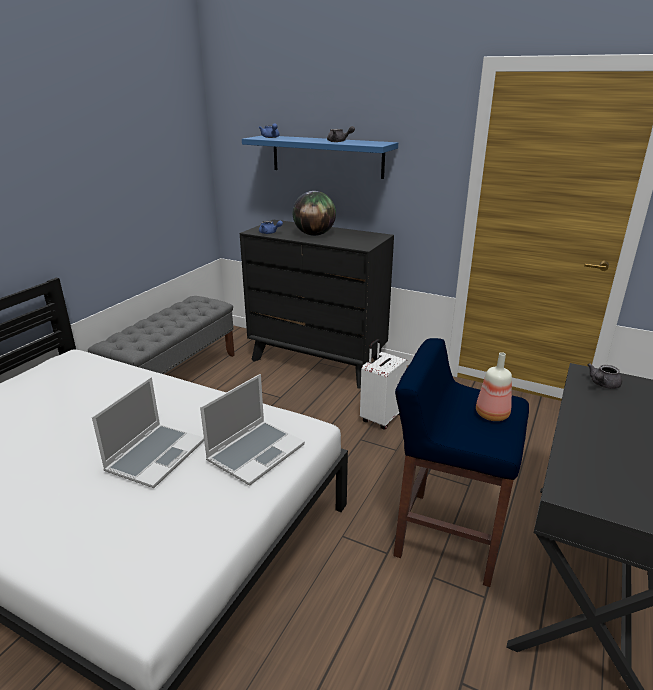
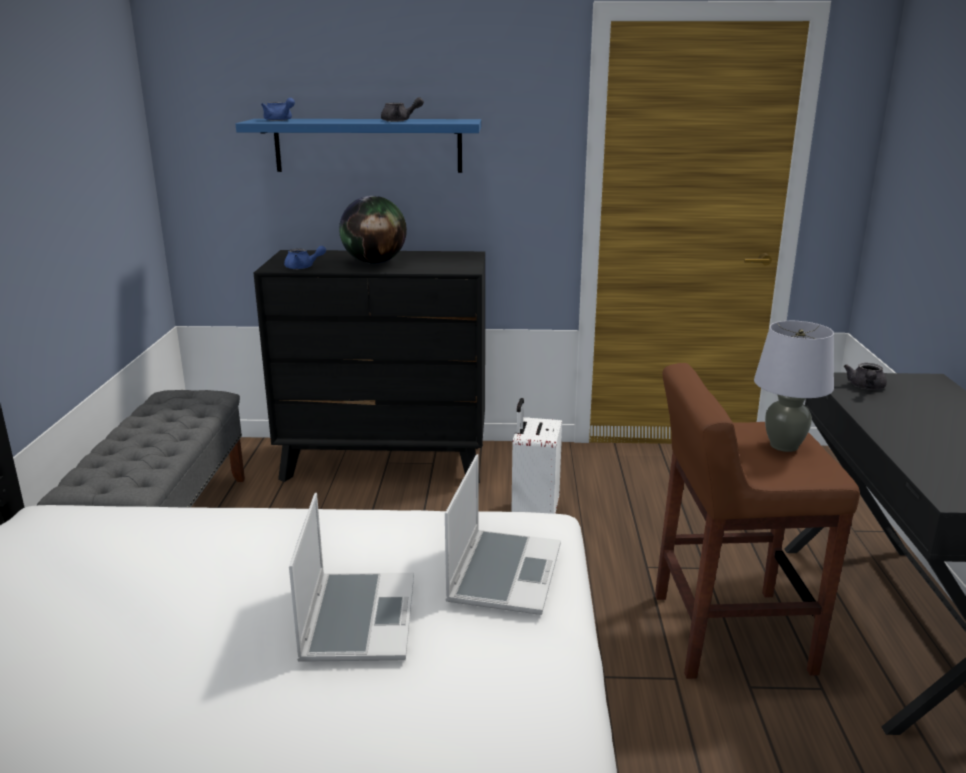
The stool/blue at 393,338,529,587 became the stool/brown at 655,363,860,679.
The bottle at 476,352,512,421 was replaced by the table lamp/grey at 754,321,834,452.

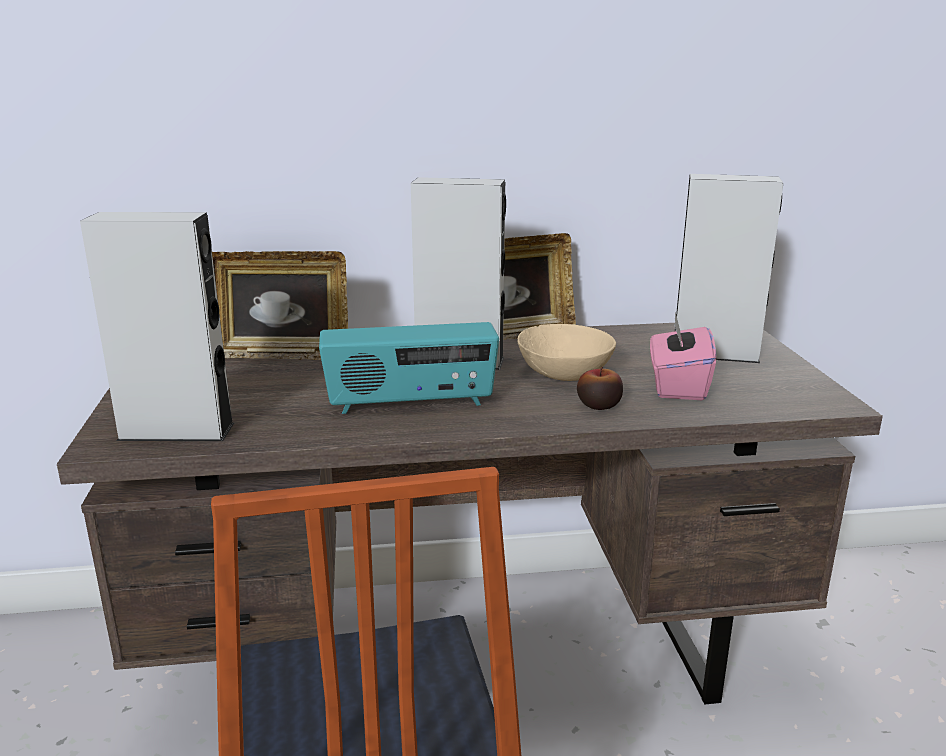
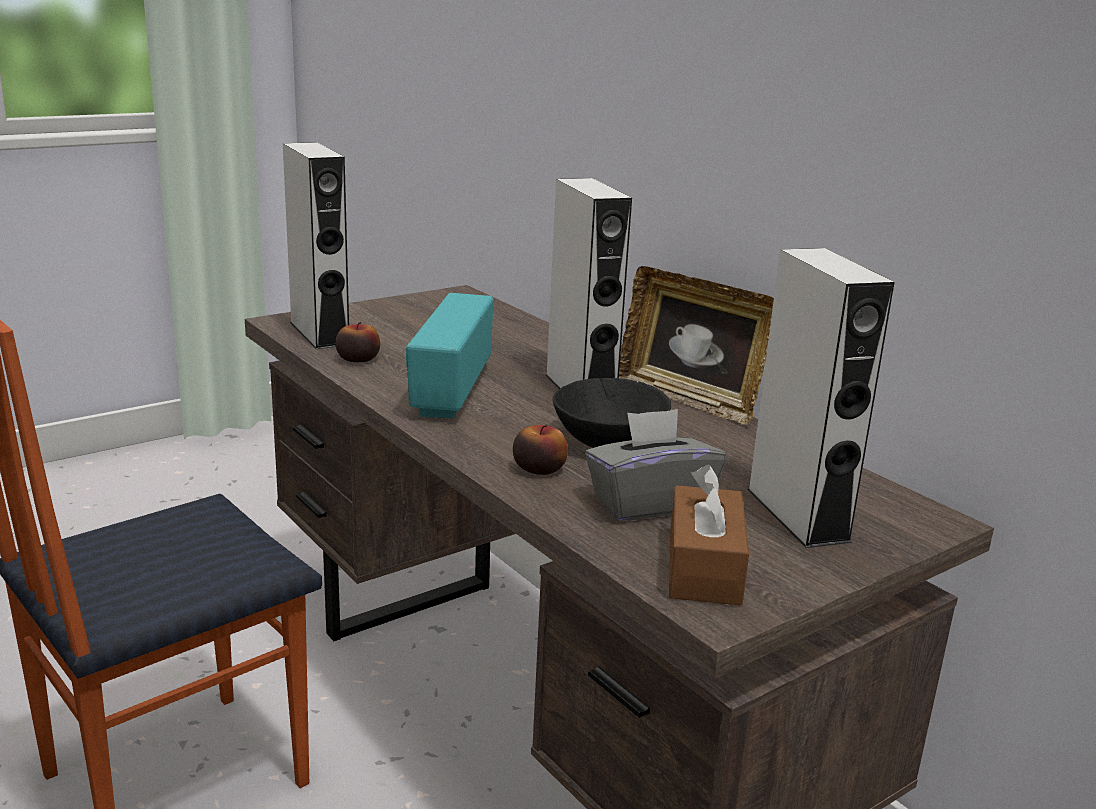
The picture frame at 212,251,348,360 disappeared.
The radio at 319,322,499,414 turned 45 degrees clockwise.
The bowl/beige at 518,324,616,381 became the bowl/black at 553,378,671,448.
The tissue box/pink at 650,312,716,400 became the tissue box/grey at 585,409,726,521.
The apple at 336,322,380,362 appeared.
The tissue box/brown at 669,464,749,605 appeared.

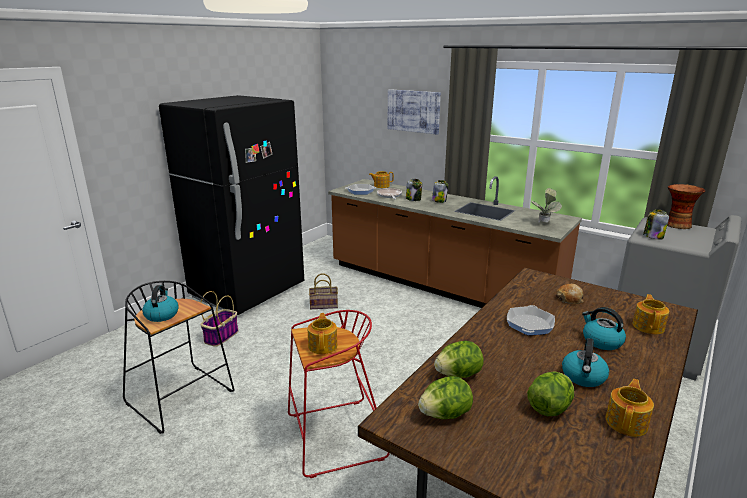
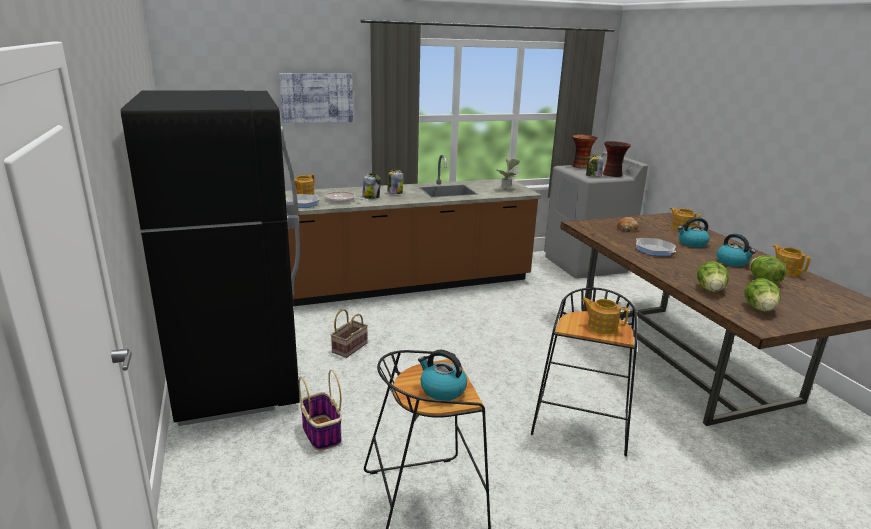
The stool/red at 288,310,390,478 became the stool/black at 531,288,637,457.
The vase at 603,141,631,177 appeared.

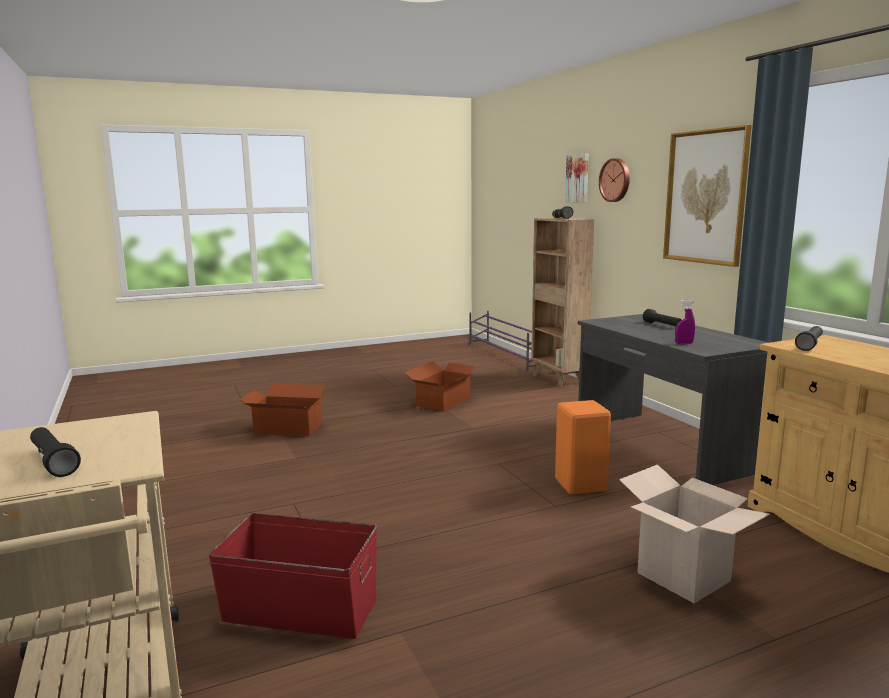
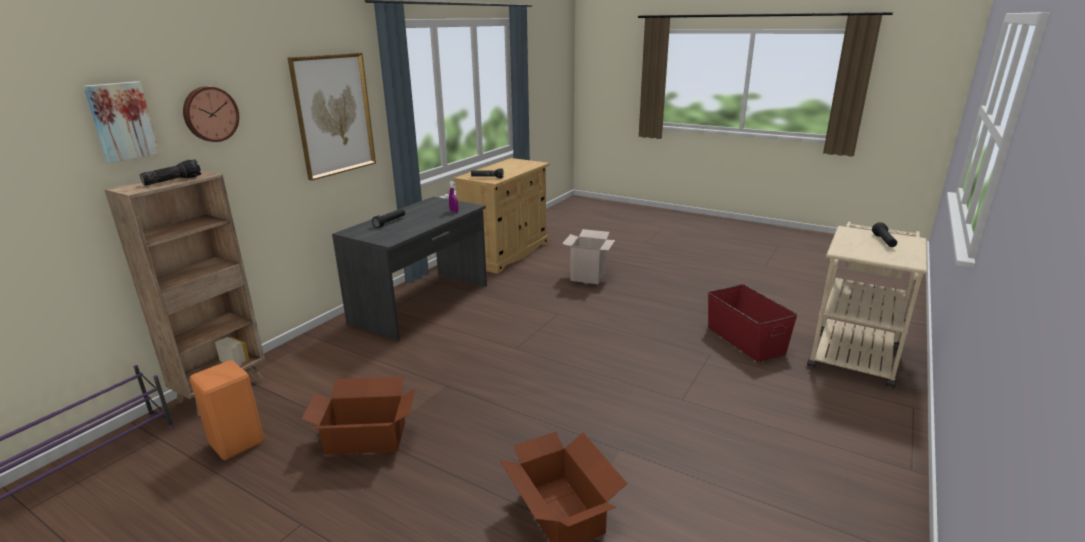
The stool/orange moved from 555,400,611,494 to 190,360,264,460.

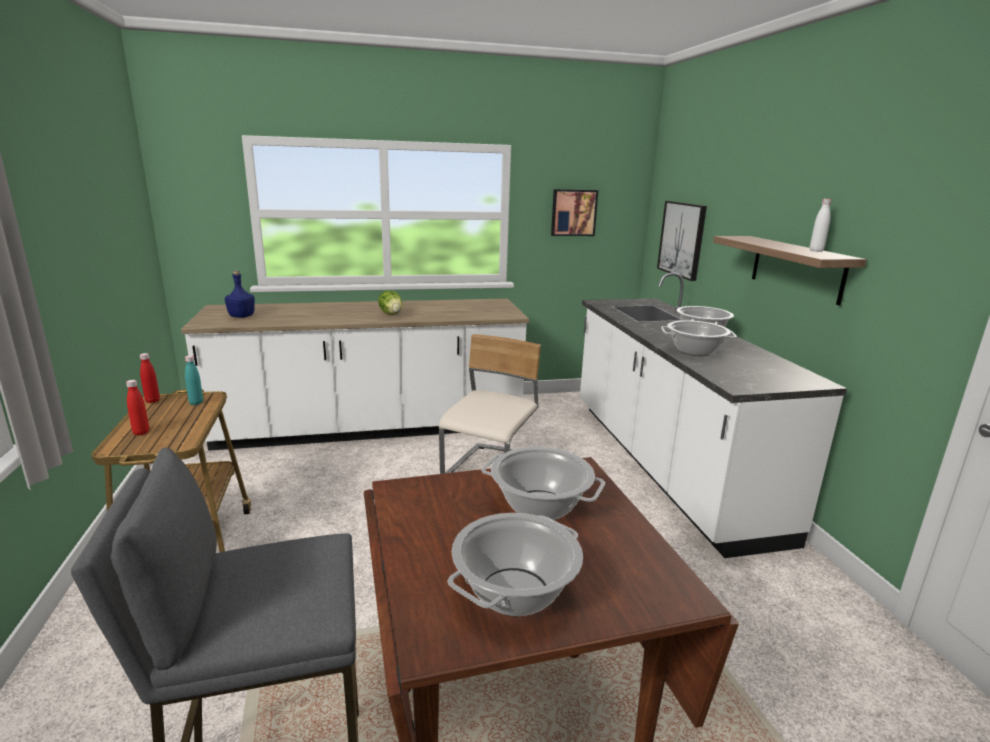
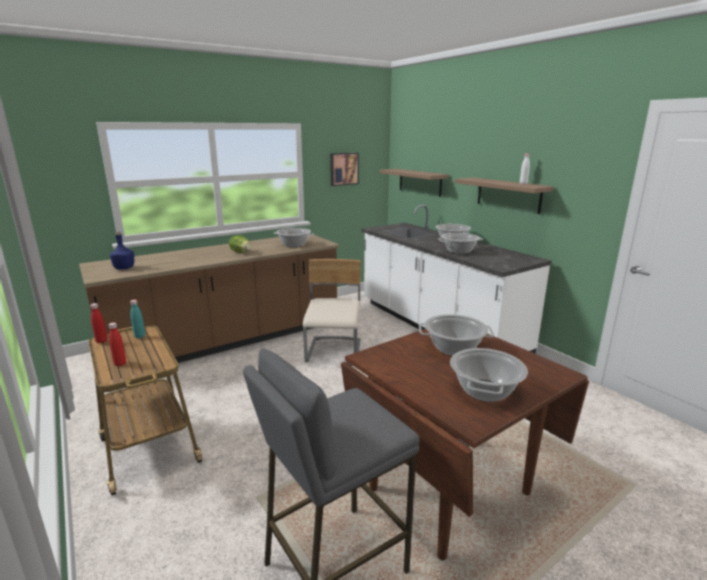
The counter/white at 181,298,529,451 became the counter/brown at 79,234,339,378.
The picture at 657,201,707,281 was replaced by the shelf at 379,169,448,197.
The cooking pot at 274,228,314,247 appeared.

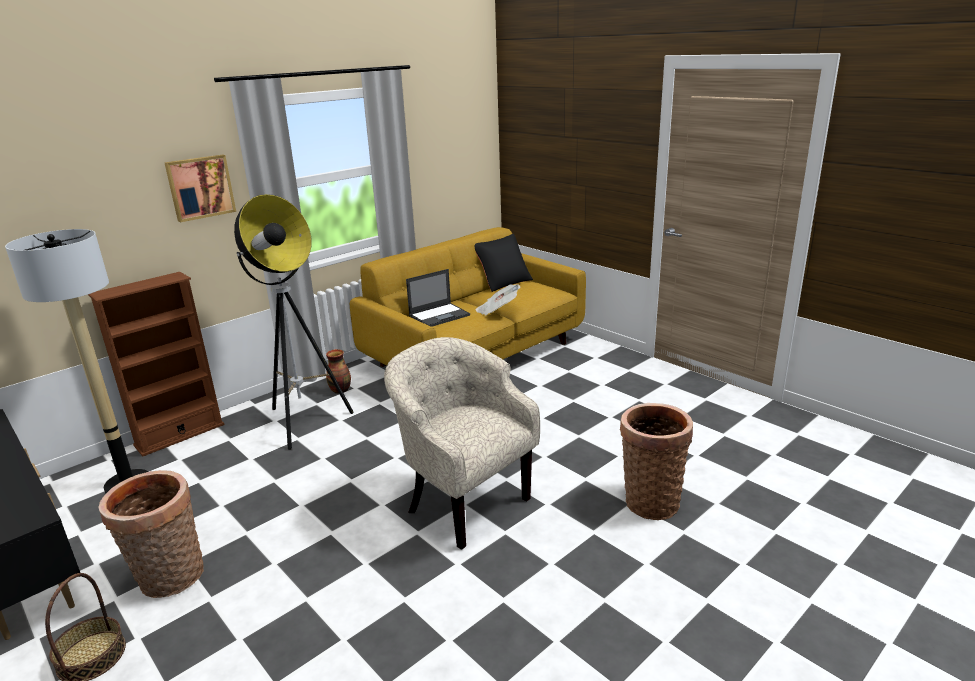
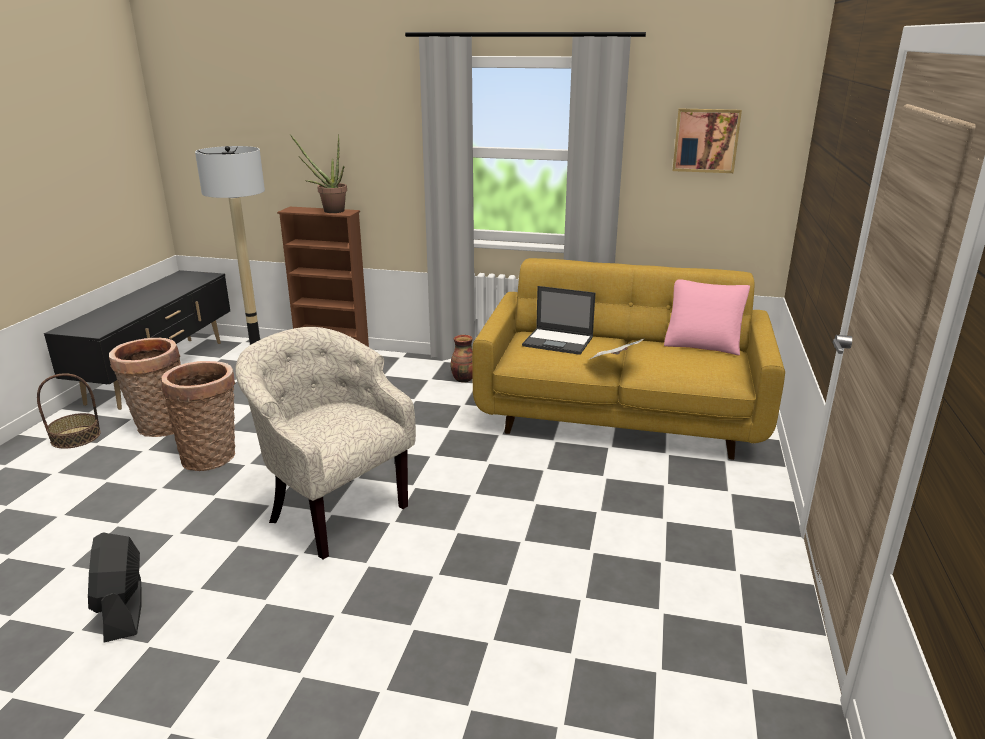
The picture moved from 164,154,236,222 to 673,108,742,173.
The floor lamp at 234,194,354,450 disappeared.
The armchair/beige at 384,337,540,550 turned 60 degrees counterclockwise.
The pillow/black at 475,234,533,292 became the pillow/pink at 664,279,750,355.
The basket moved from 620,403,693,520 to 161,361,235,471.
The fan/black at 88,532,141,643 appeared.
The potted plant at 290,134,347,213 appeared.

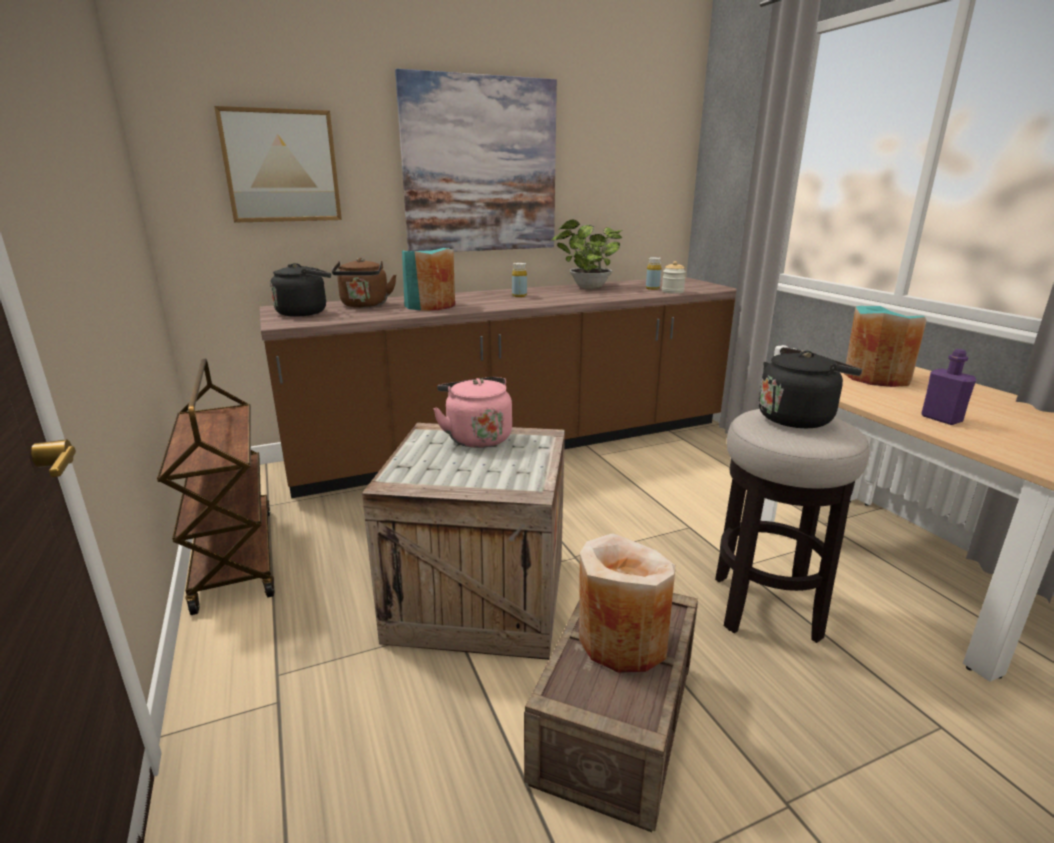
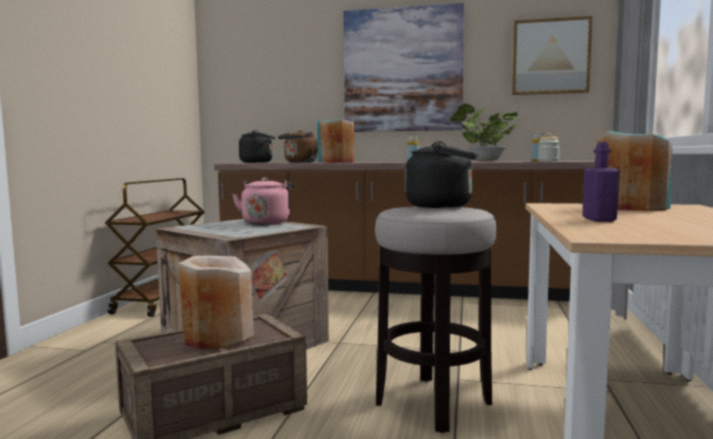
The picture moved from 214,106,342,223 to 512,16,592,95.

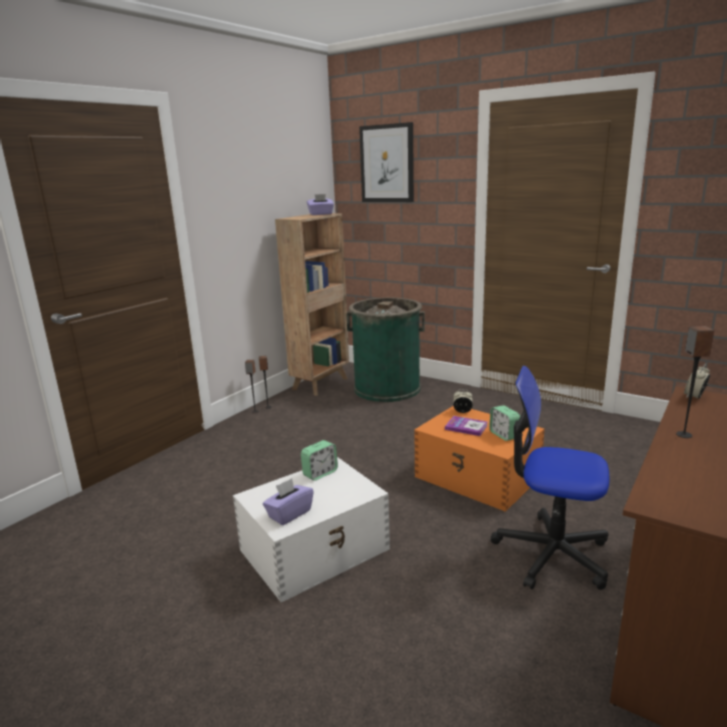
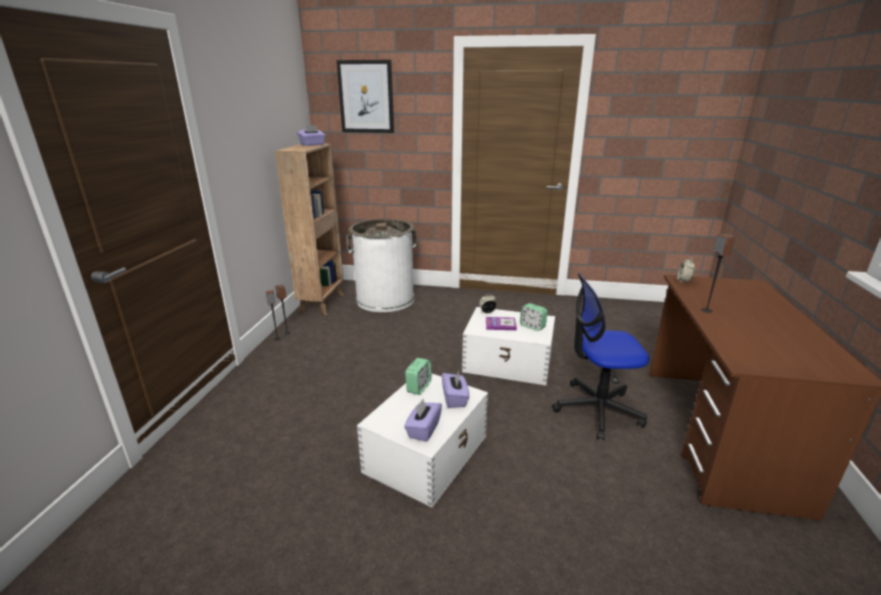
The trash can/green at 346,298,425,402 became the trash can/white at 347,219,417,312.
The storage box/orange at 414,406,545,512 became the storage box/white at 462,307,555,385.
The tissue box/purple at 442,371,469,408 appeared.

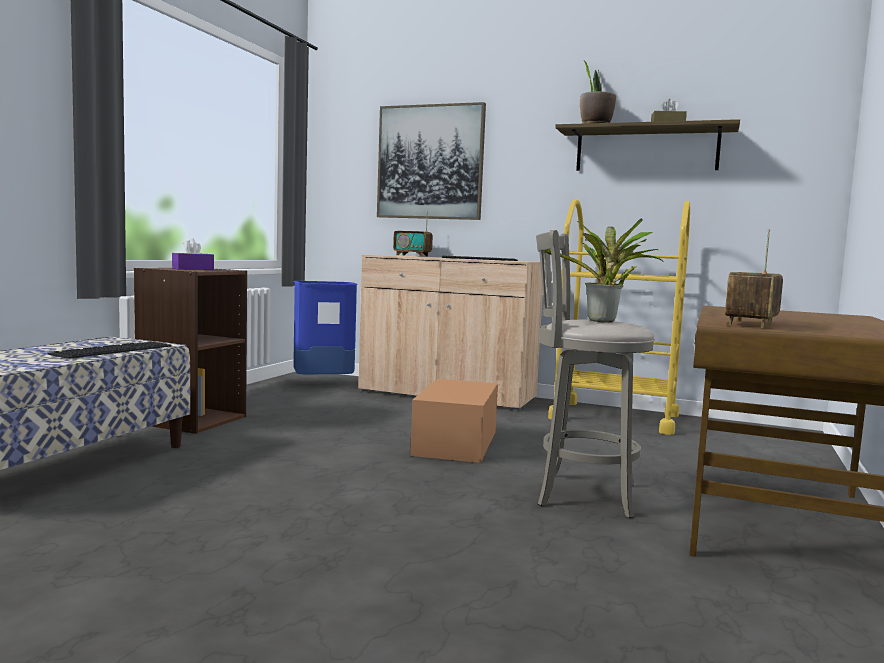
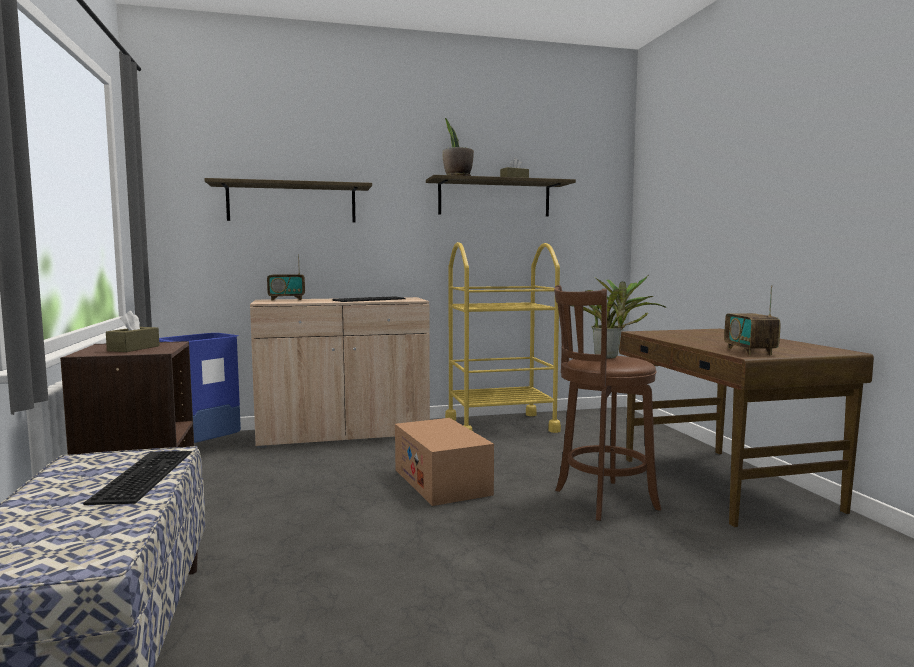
The tissue box/purple at 172,238,214,270 became the tissue box/brown at 106,311,160,352.
The picture at 377,102,486,220 was replaced by the shelf at 204,178,372,222.
The stool/grey at 536,230,655,518 became the stool/brown at 554,285,661,521.

